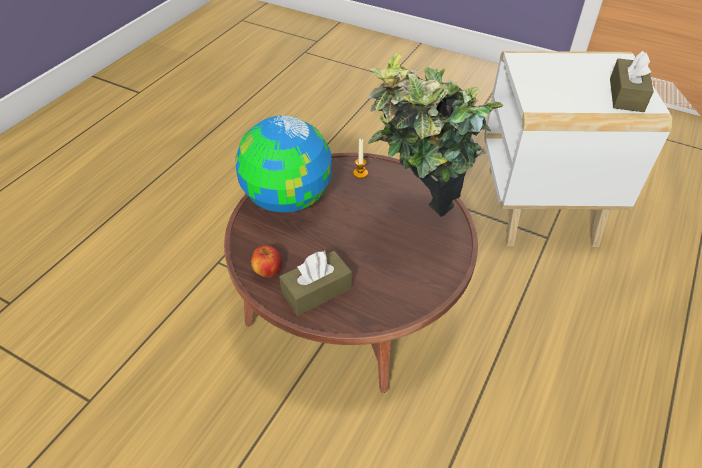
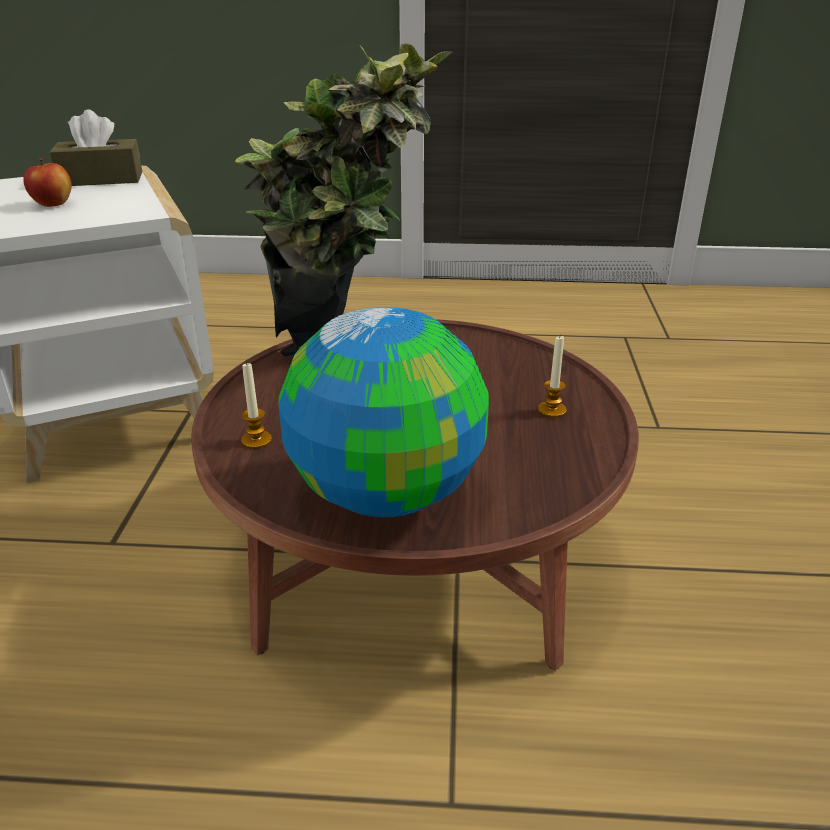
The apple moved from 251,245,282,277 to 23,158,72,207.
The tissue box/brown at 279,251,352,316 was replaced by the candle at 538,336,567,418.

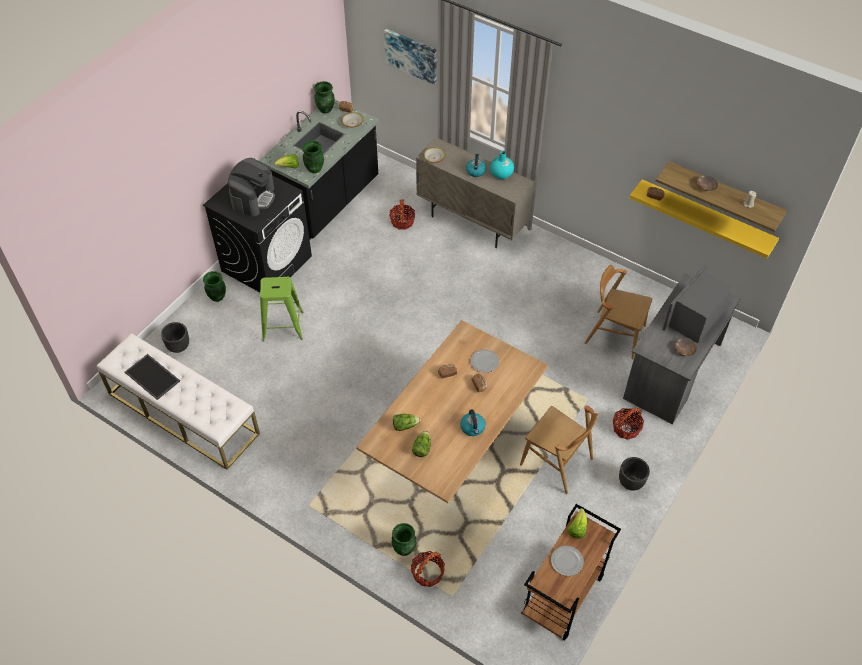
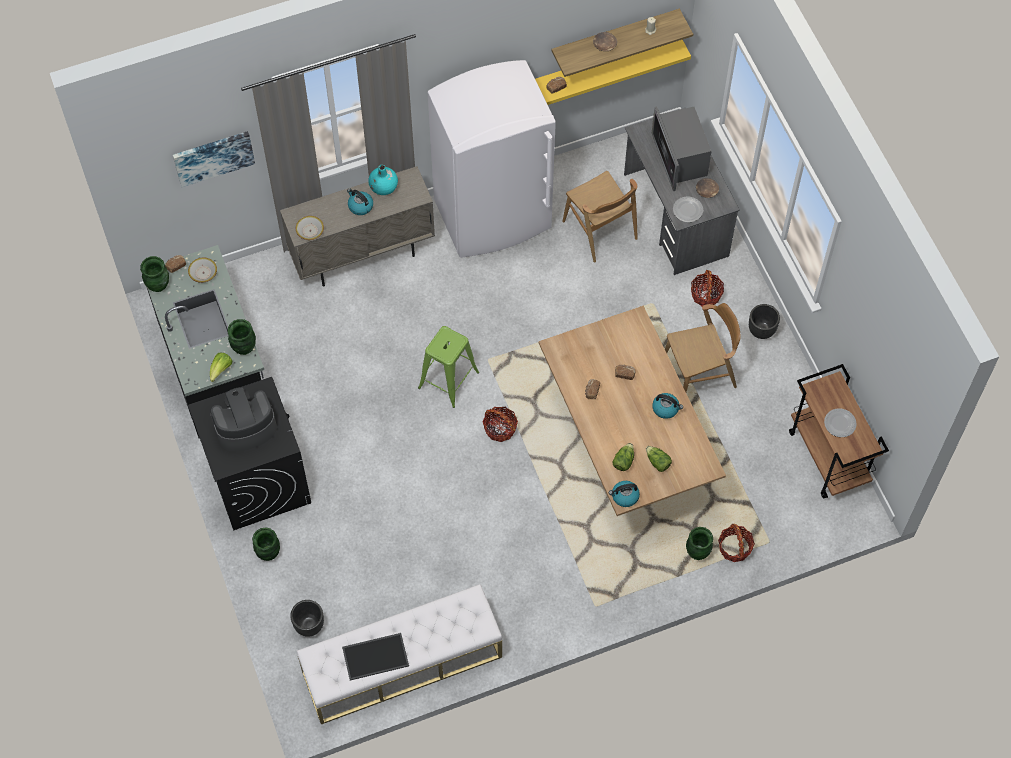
The coffee machine at 228,158,275,216 turned 75 degrees counterclockwise.
The stool/green moved from 260,277,303,342 to 418,326,479,408.
The basket moved from 389,199,415,230 to 483,407,518,442.
The plate moved from 471,350,499,373 to 673,196,703,222.
The lettuce at 568,508,587,539 disappeared.
The chair/brown at 585,265,652,360 turned 90 degrees counterclockwise.
The fridge/white at 428,60,556,258 appeared.
The kettle at 609,481,640,507 appeared.

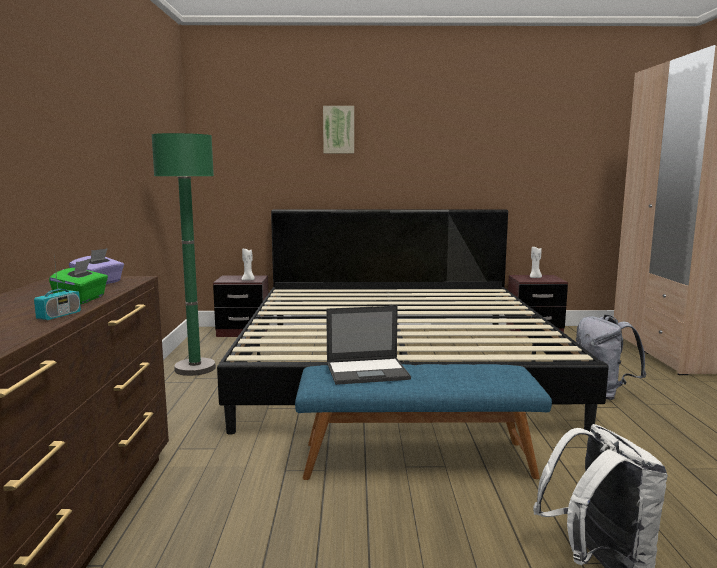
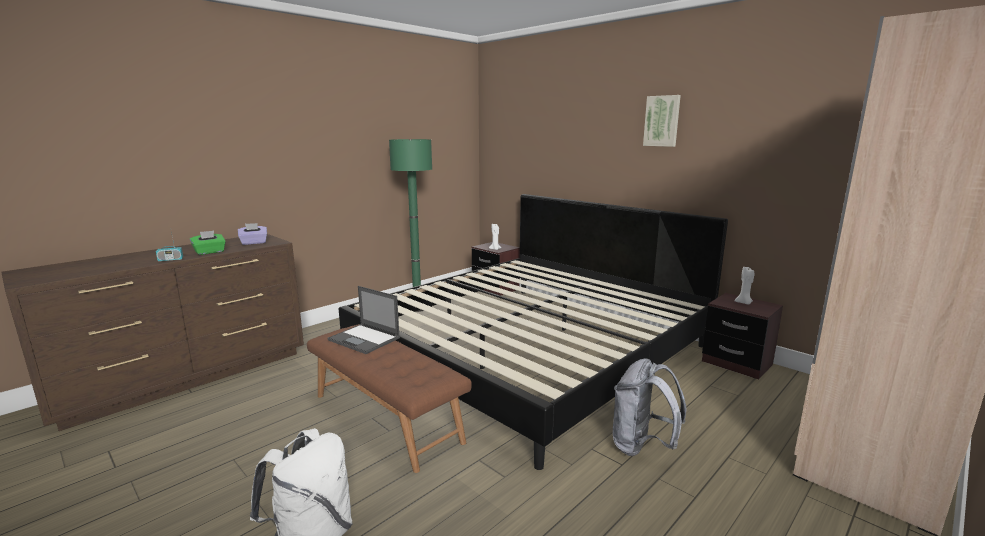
The bench/blue at 295,364,552,480 became the bench/brown at 307,324,472,473.
The picture moved from 323,106,354,153 to 643,95,681,147.

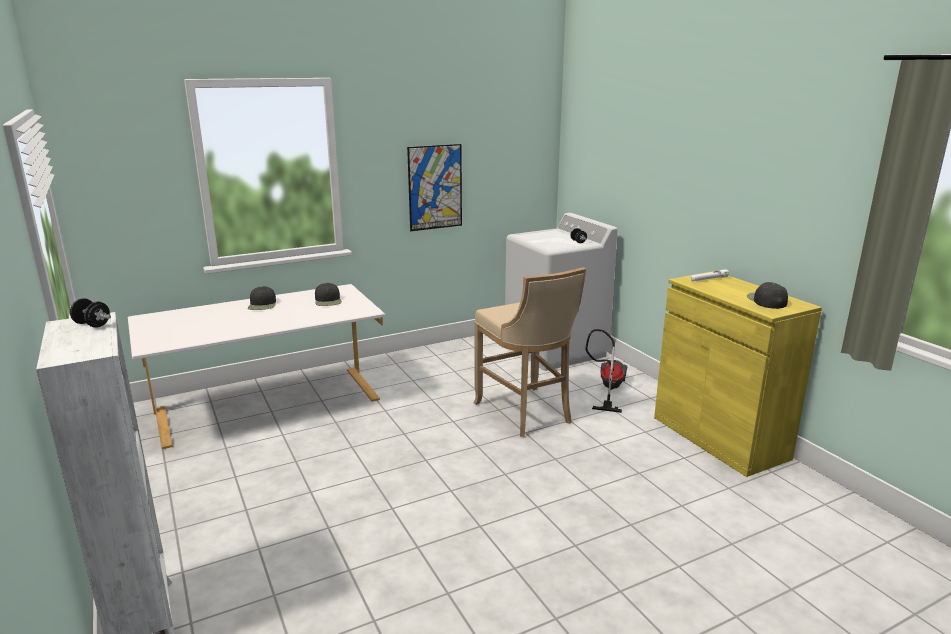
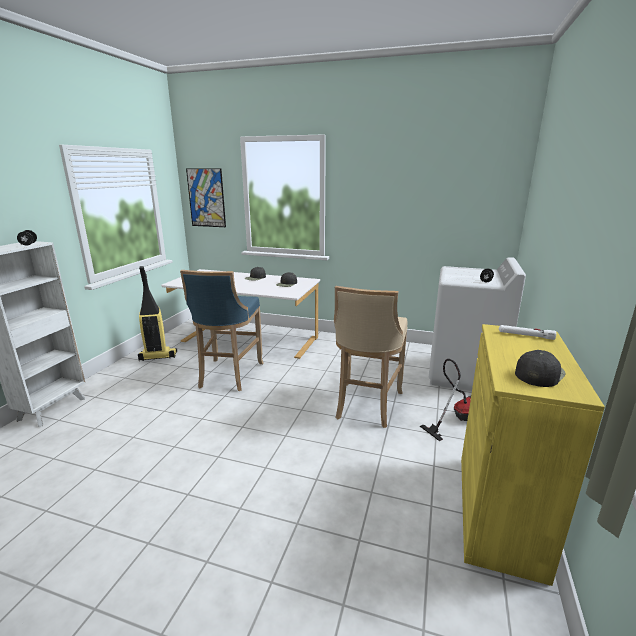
The picture moved from 407,144,462,231 to 186,168,226,227.
The vacuum cleaner at 138,266,177,361 appeared.
The stool/blue at 180,270,264,391 appeared.

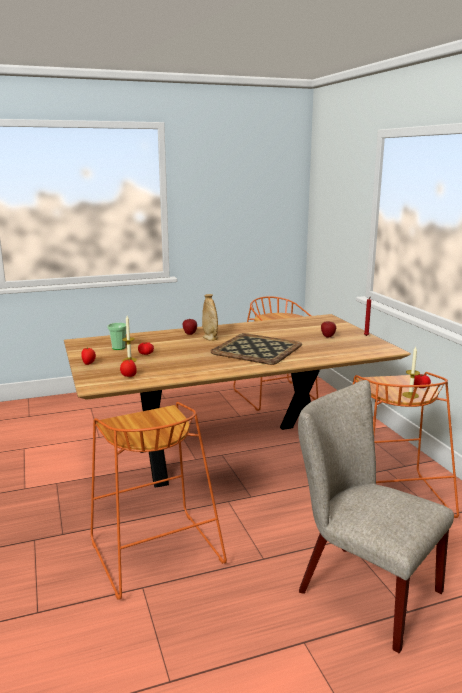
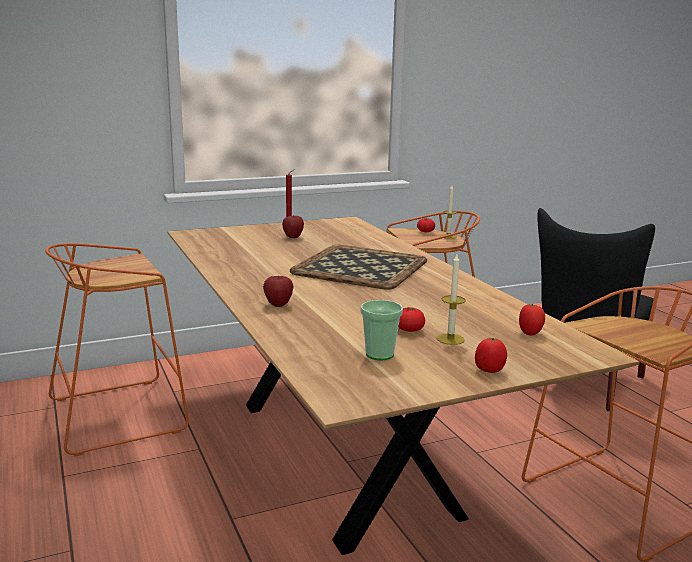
The vase/beige at 202,294,218,341 disappeared.
The chair/beige at 298,380,454,653 became the chair/black at 537,208,655,411.

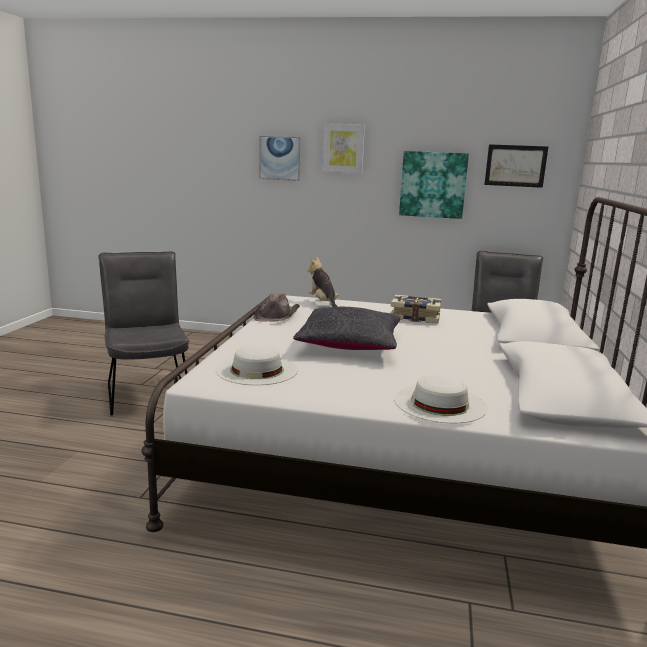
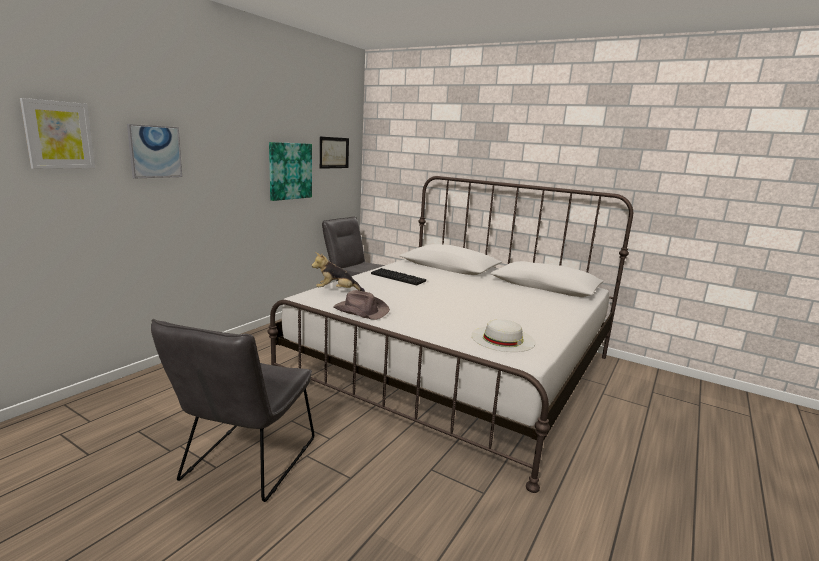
The chair/grey at 99,251,189,416 turned 75 degrees counterclockwise.
The pillow/black at 293,307,400,350 disappeared.
The picture moved from 322,123,365,174 to 20,98,95,169.
The book at 391,295,441,323 was replaced by the keyboard at 371,268,426,286.
The hat/white at 394,375,487,423 disappeared.

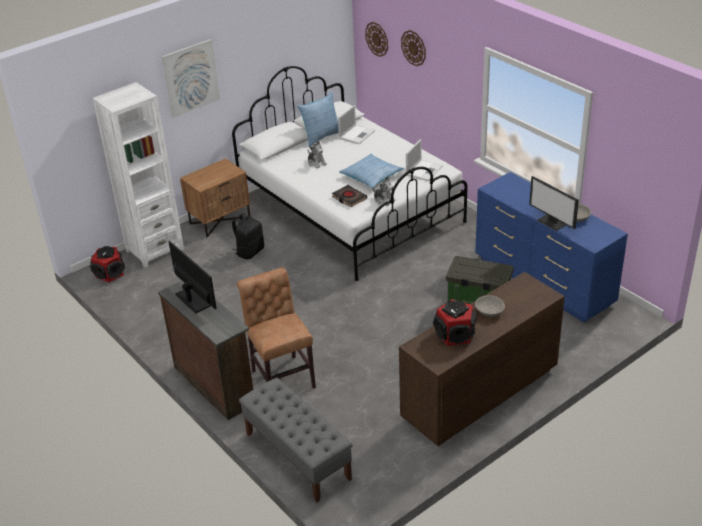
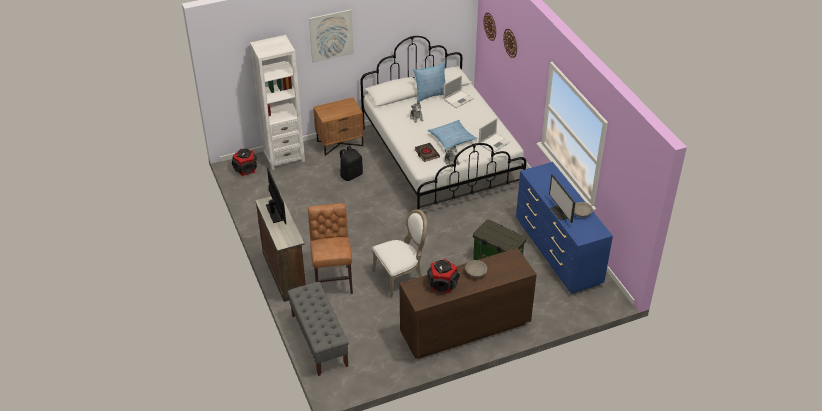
The chair/white at 372,209,427,298 appeared.

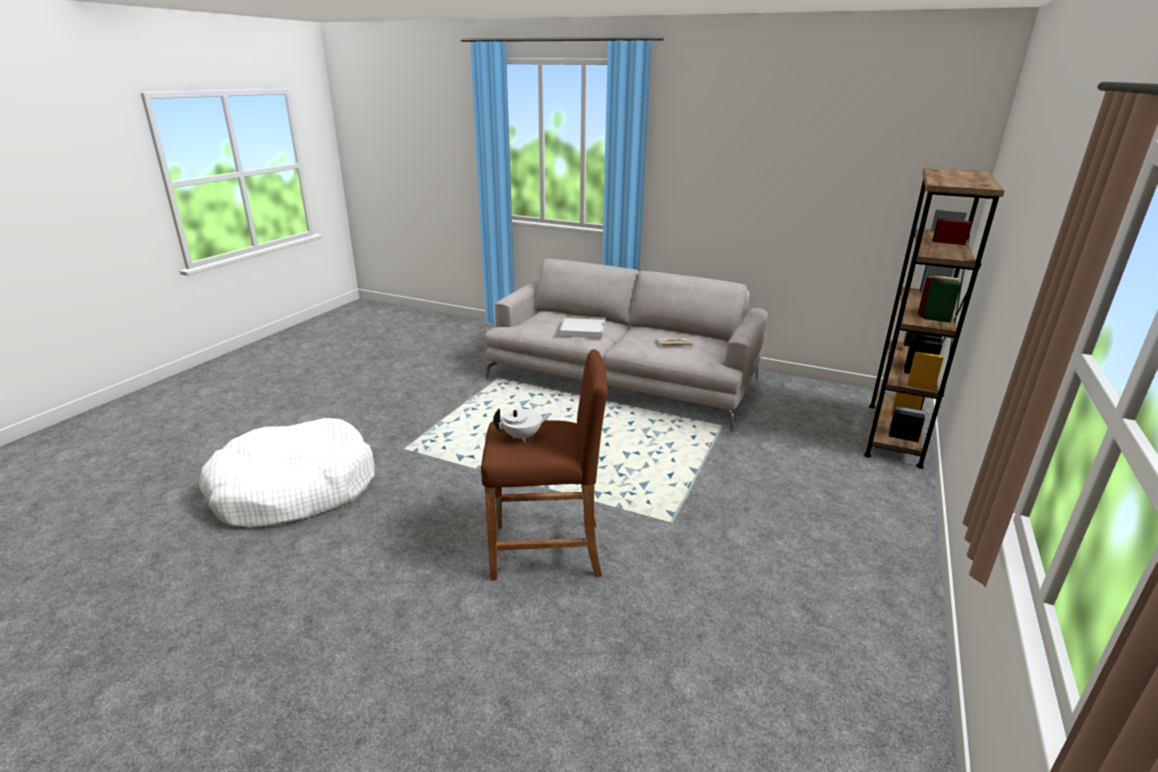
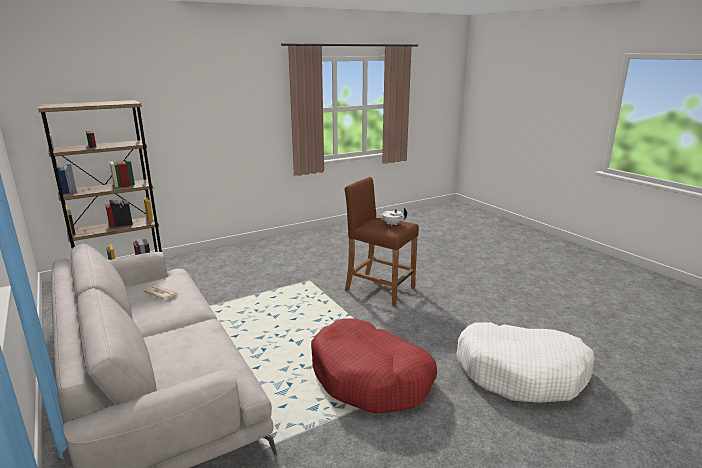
The tray/white at 560,316,605,339 disappeared.
The dog bed/red at 311,318,437,413 appeared.

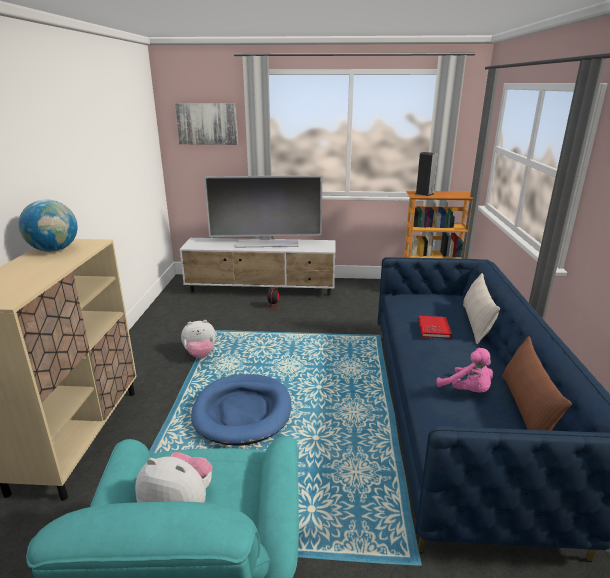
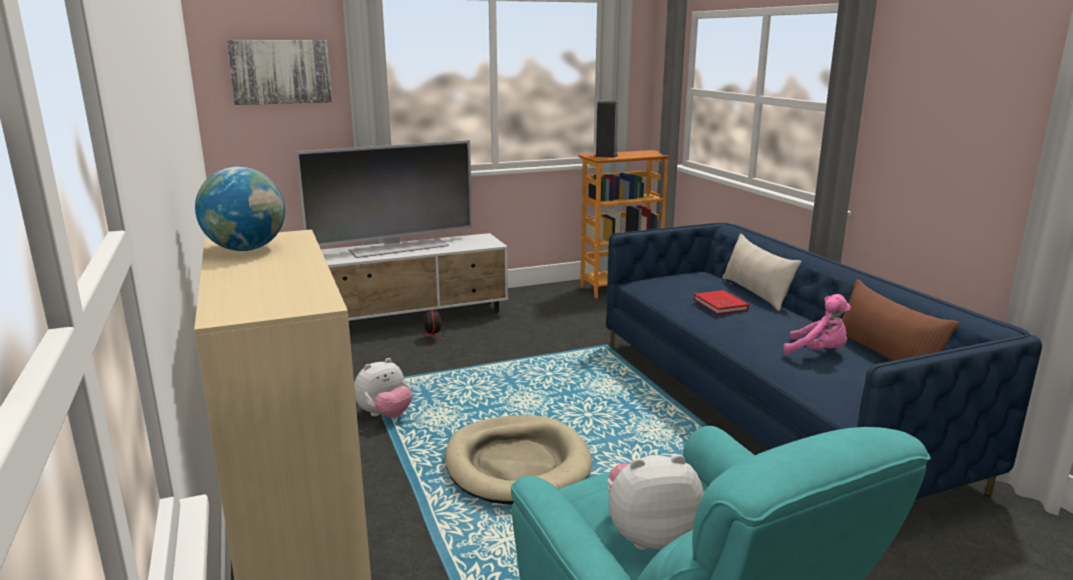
The dog bed/blue at 191,374,292,446 became the dog bed/beige at 445,415,592,505.

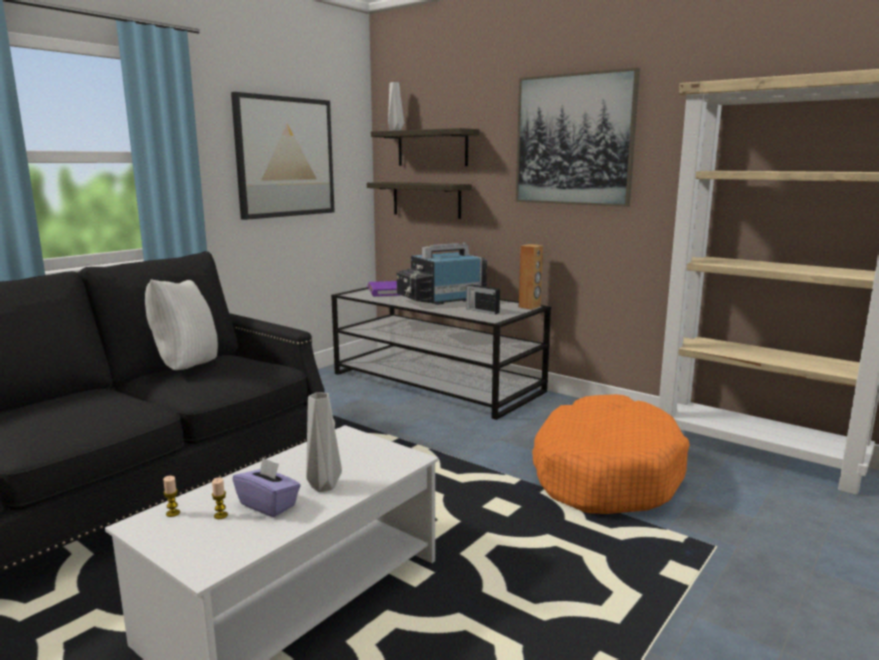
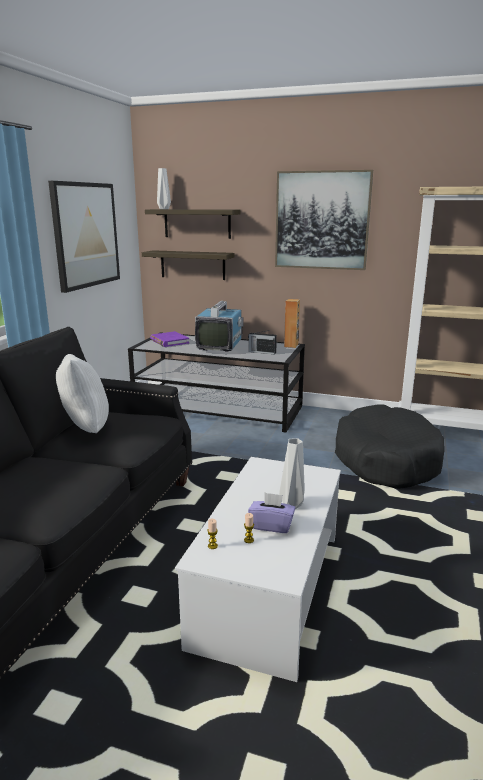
The television at 397,242,487,305 turned 150 degrees clockwise.
The dog bed/orange at 532,394,690,514 became the dog bed/black at 335,404,445,489.

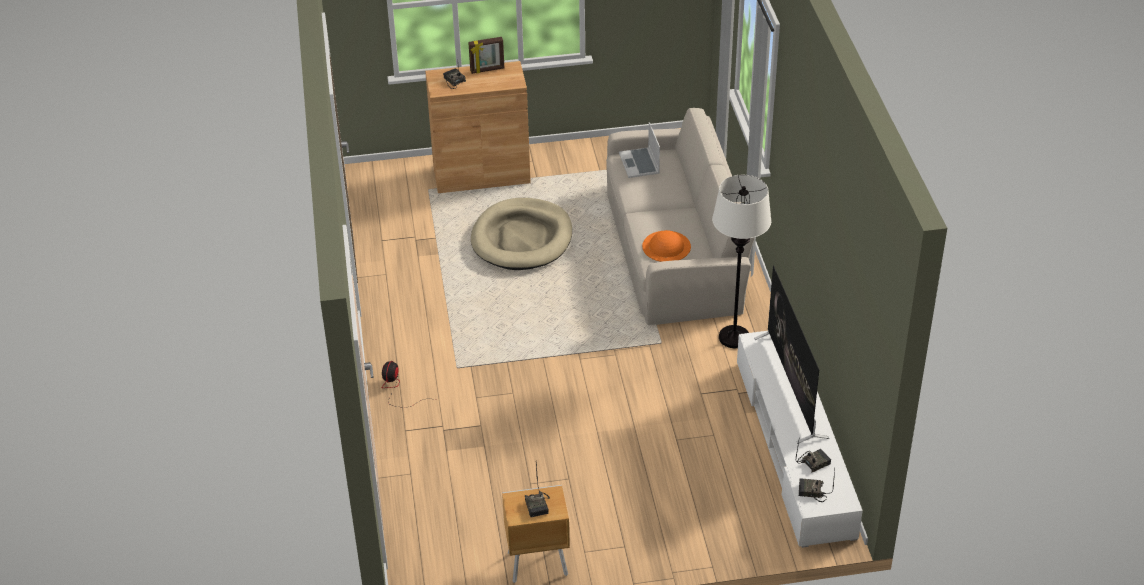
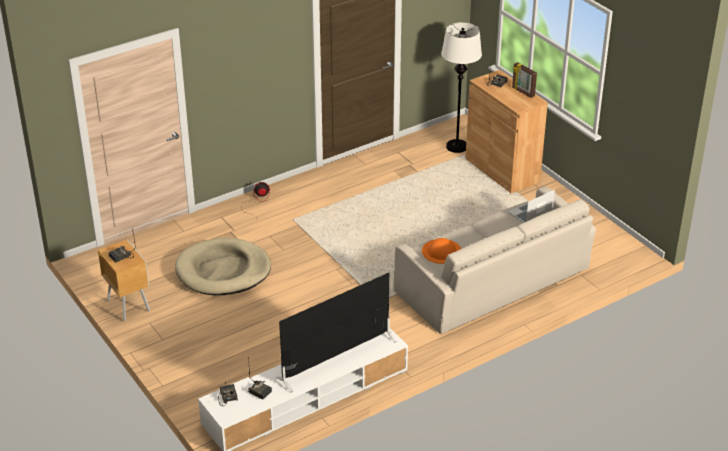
The dog bed/beige moved from 471,198,572,270 to 175,238,271,295.
The floor lamp/white moved from 712,175,771,348 to 441,22,482,153.

